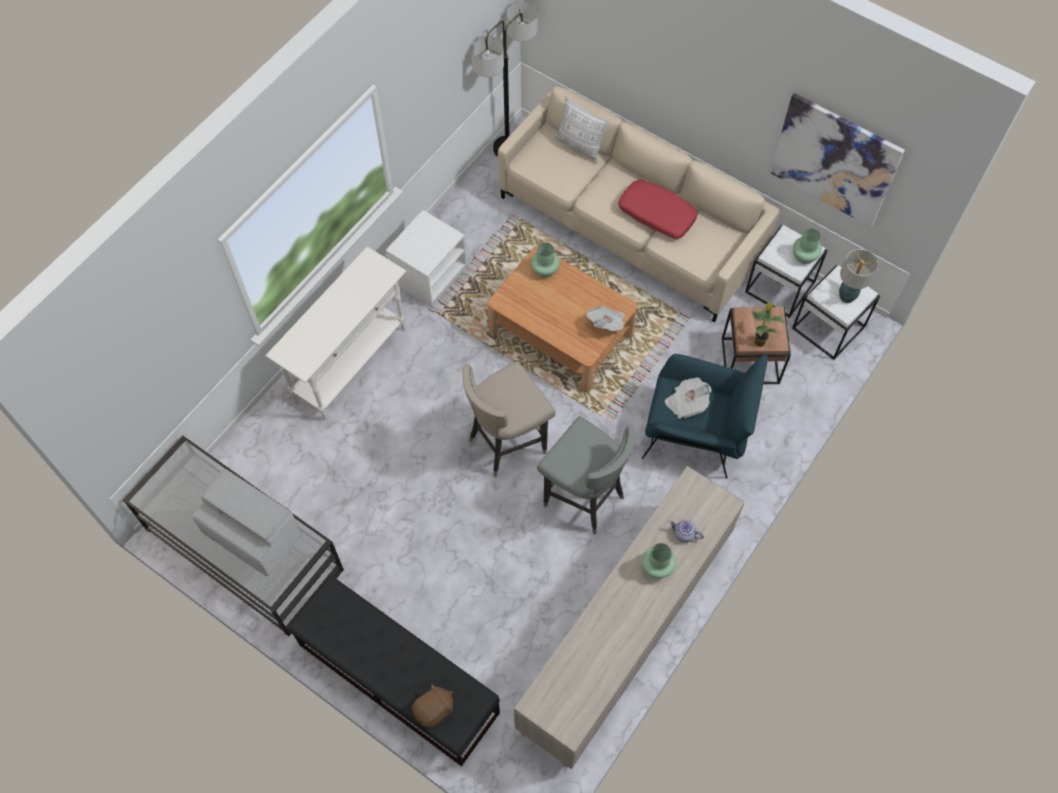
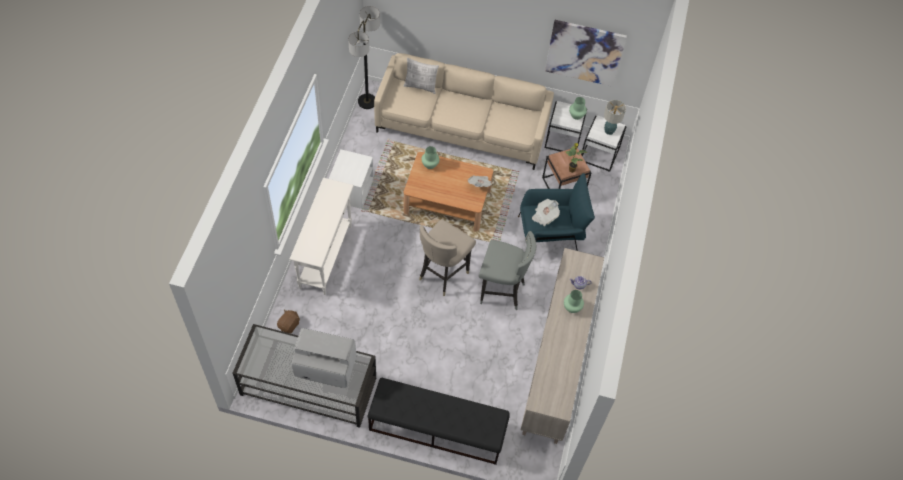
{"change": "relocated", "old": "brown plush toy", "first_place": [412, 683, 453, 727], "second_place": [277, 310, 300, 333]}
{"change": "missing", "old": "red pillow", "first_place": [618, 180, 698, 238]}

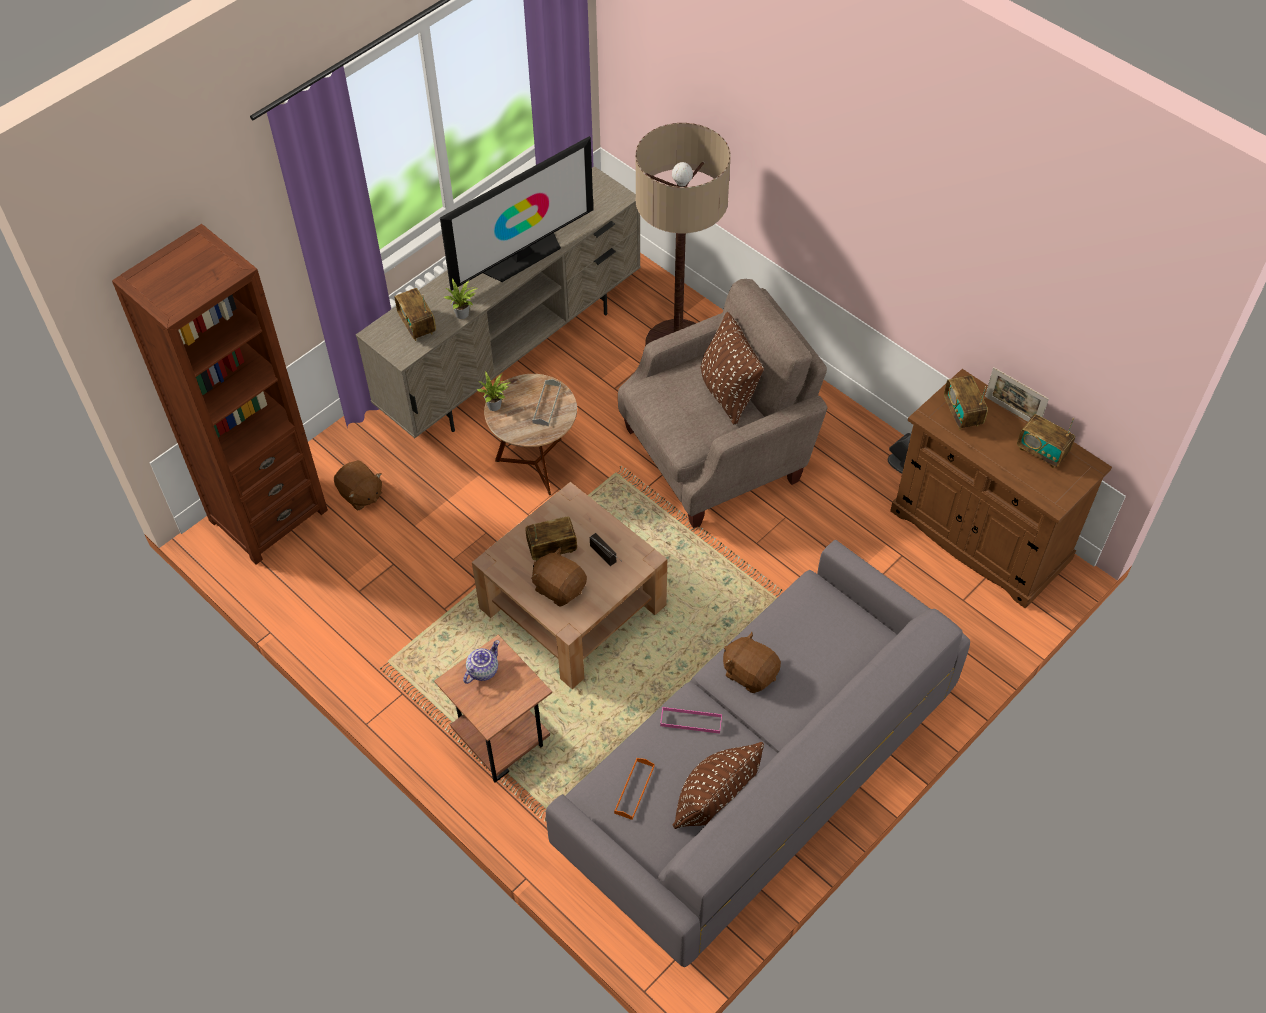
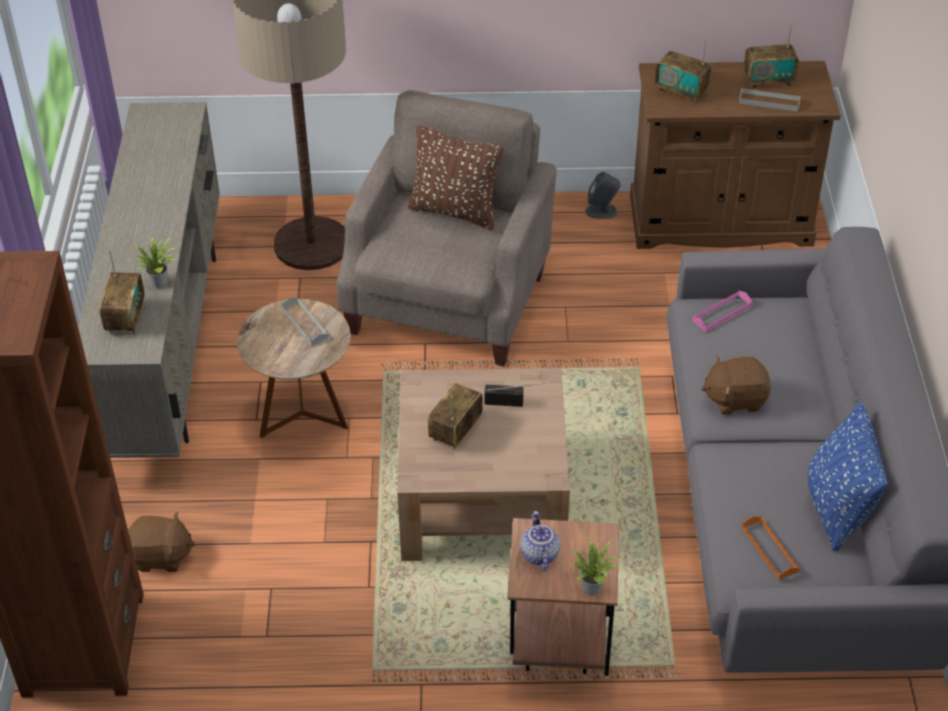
{"change": "spun", "old": "radio", "first_place": [394, 288, 436, 341], "second_place": [99, 251, 145, 335], "degrees": -105}
{"change": "missing", "old": "television", "first_place": [440, 136, 593, 291]}
{"change": "relocated", "old": "potted plant", "first_place": [477, 370, 511, 411], "second_place": [570, 538, 621, 596]}
{"change": "missing", "old": "brown plush toy", "first_place": [531, 547, 587, 607]}
{"change": "relocated", "old": "pink tray", "first_place": [660, 707, 722, 734], "second_place": [692, 291, 752, 332]}
{"change": "colour", "old": "brown pillow", "new": "blue pillow", "first_place": [673, 742, 764, 829], "second_place": [808, 402, 887, 551]}
{"change": "missing", "old": "picture frame", "first_place": [985, 367, 1049, 422]}
{"change": "appeared", "new": "grey tray", "second_place": [739, 88, 800, 112]}

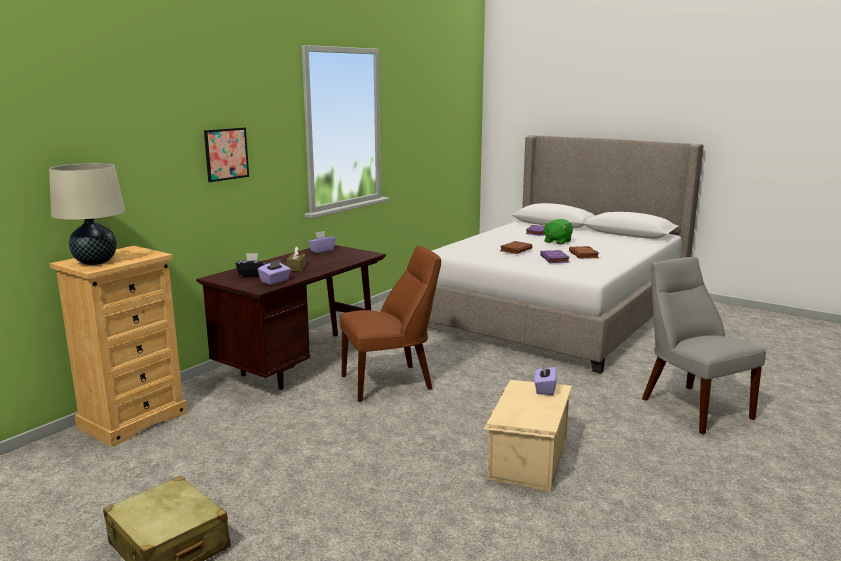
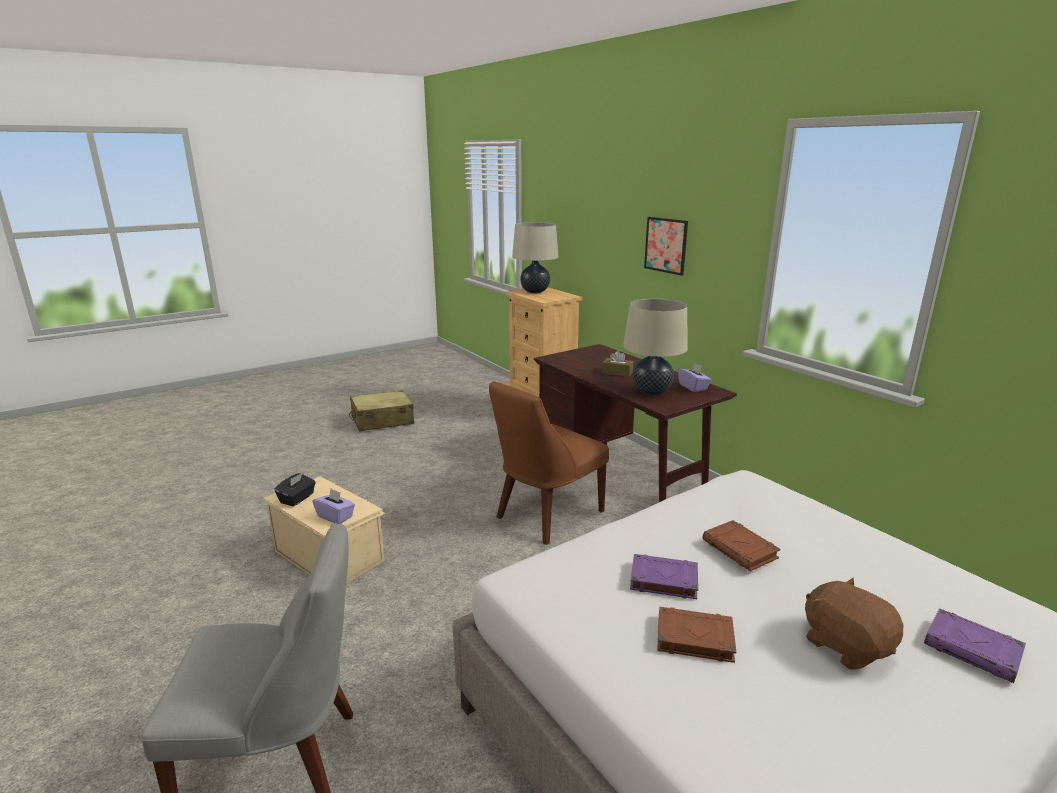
{"change": "relocated", "old": "black tissue box", "first_place": [235, 253, 268, 277], "second_place": [274, 472, 316, 507]}
{"change": "missing", "old": "purple tissue box", "first_place": [258, 259, 291, 285]}
{"change": "spun", "old": "brown chair", "first_place": [340, 246, 441, 402], "second_place": [489, 381, 609, 545], "degrees": 45}
{"change": "colour", "old": "green plush toy", "new": "brown plush toy", "first_place": [543, 219, 573, 245], "second_place": [805, 578, 903, 669]}
{"change": "appeared", "new": "beige table lamp", "second_place": [623, 298, 688, 395]}

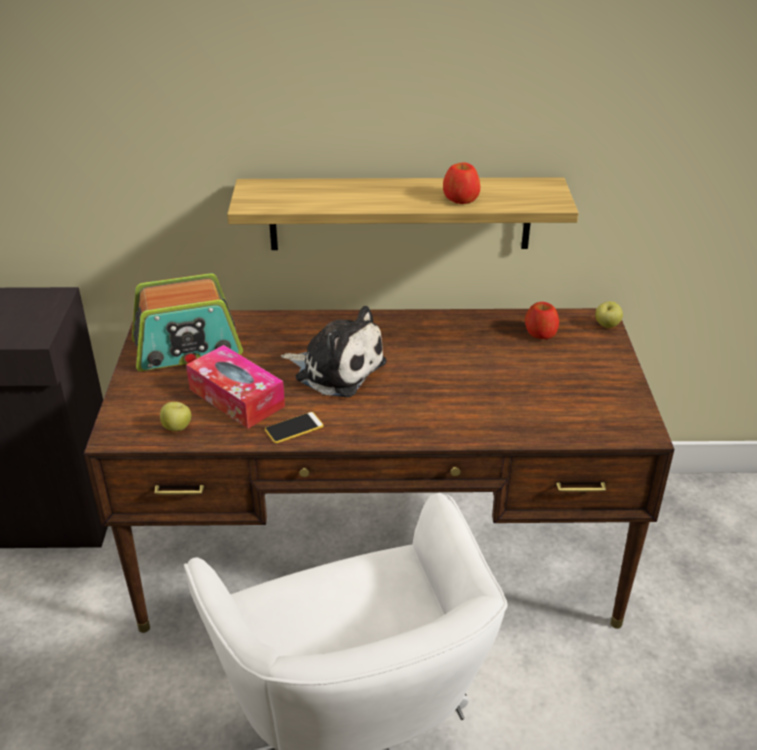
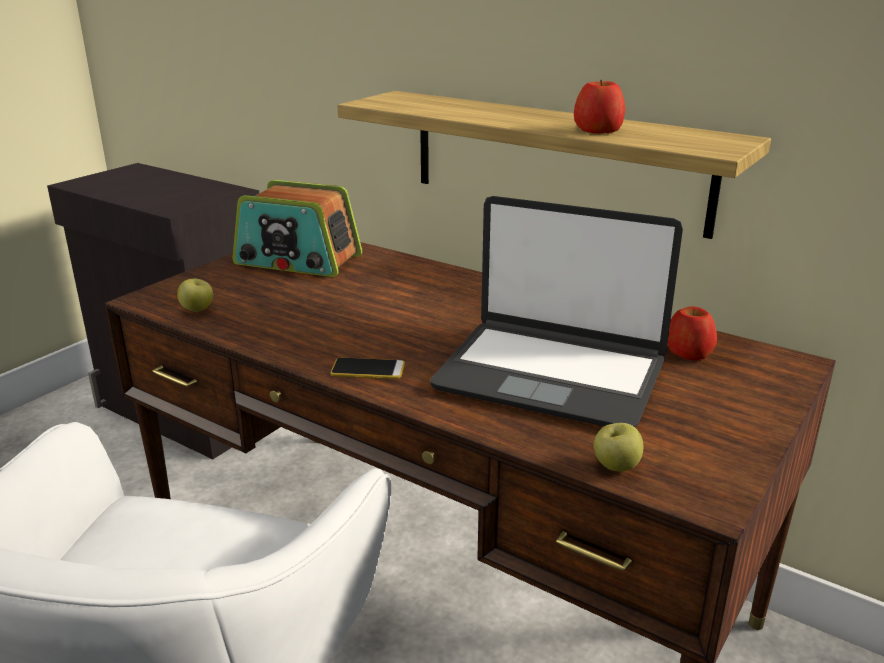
{"change": "missing", "old": "tissue box", "first_place": [186, 345, 285, 429]}
{"change": "relocated", "old": "phone", "first_place": [265, 412, 324, 444], "second_place": [330, 358, 405, 379]}
{"change": "missing", "old": "plush toy", "first_place": [281, 306, 386, 397]}
{"change": "relocated", "old": "apple", "first_place": [595, 301, 623, 328], "second_place": [593, 423, 644, 471]}
{"change": "appeared", "new": "laptop", "second_place": [430, 196, 683, 428]}

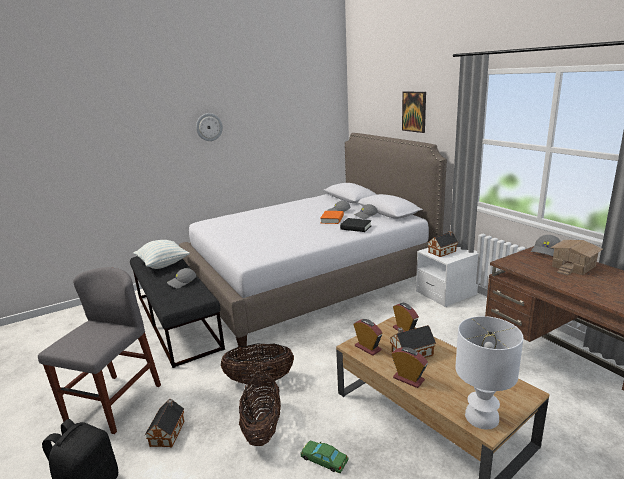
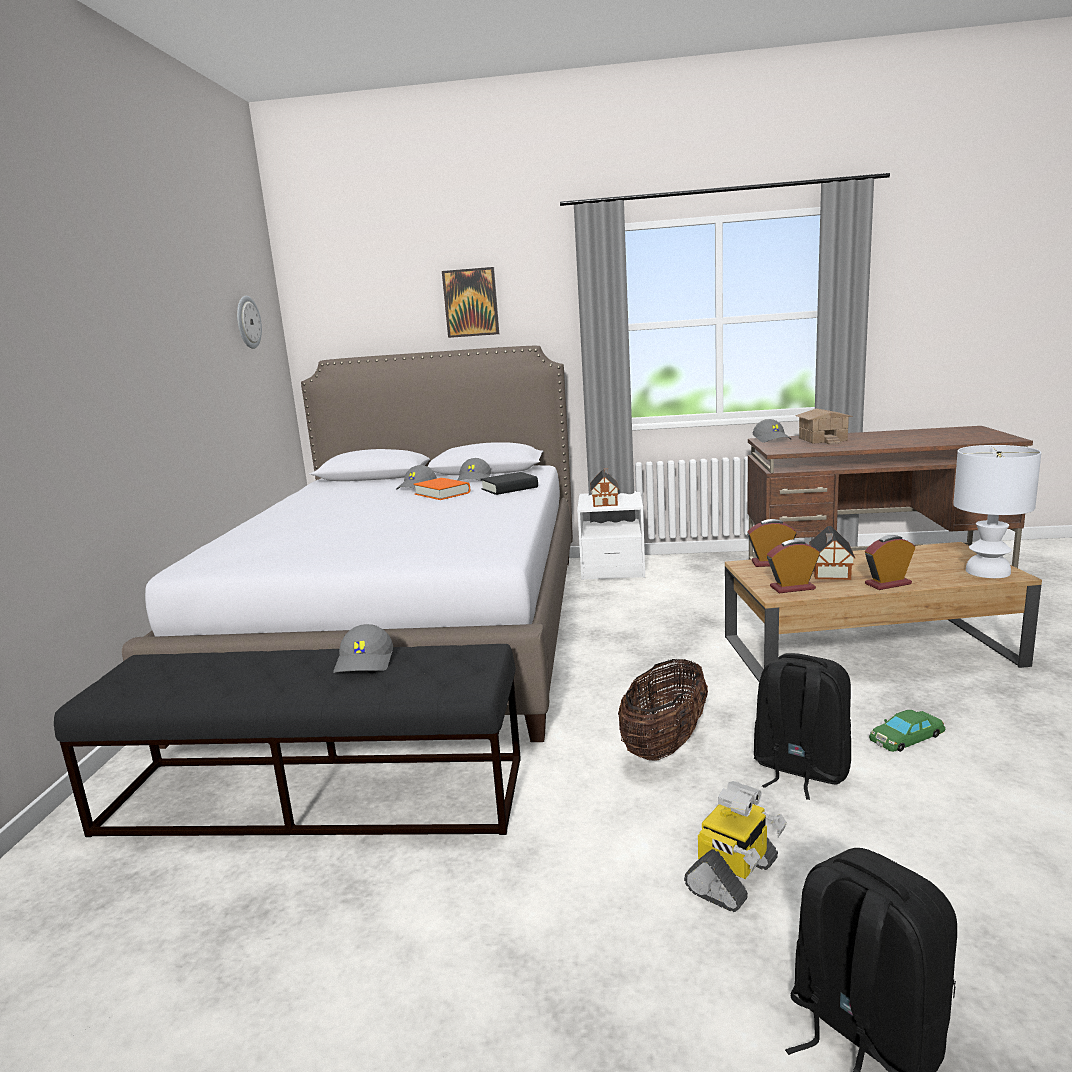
{"change": "missing", "old": "grey chair", "first_place": [38, 267, 161, 434]}
{"change": "missing", "old": "pillow", "first_place": [134, 240, 190, 269]}
{"change": "exchanged", "old": "toy house", "new": "toy robot", "first_place": [144, 399, 184, 448], "second_place": [684, 781, 787, 912]}
{"change": "relocated", "old": "wall clock", "first_place": [196, 113, 223, 141], "second_place": [237, 296, 262, 349]}
{"change": "exchanged", "old": "basket", "new": "black backpack", "first_place": [239, 373, 281, 446], "second_place": [754, 653, 851, 800]}

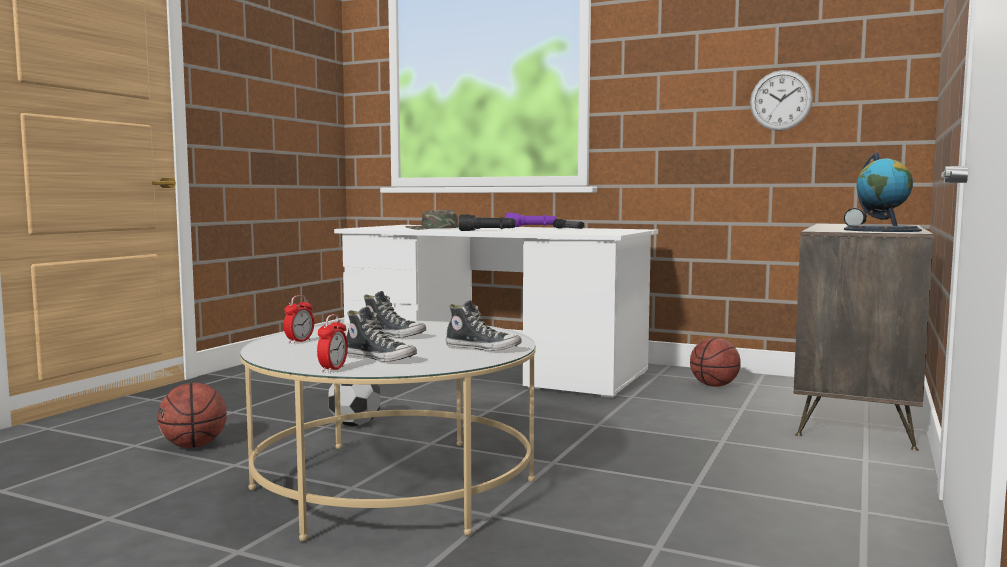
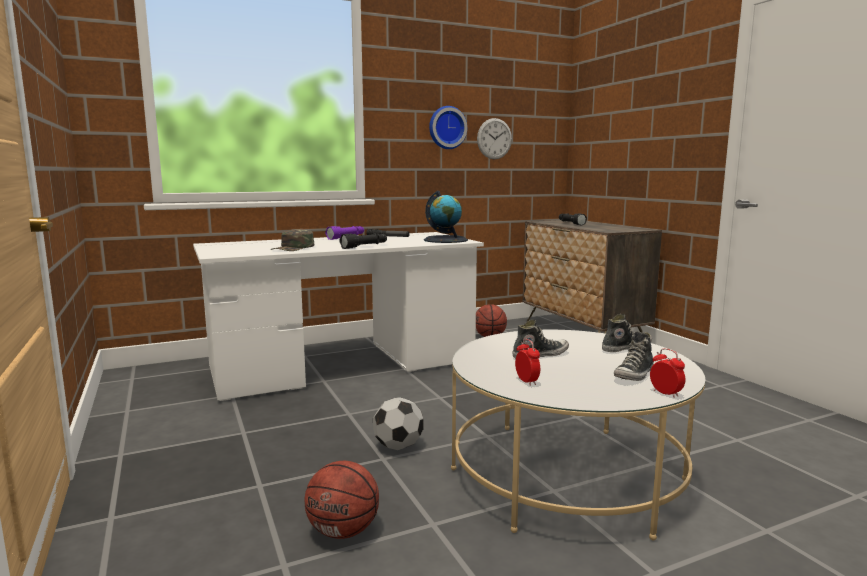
{"change": "spun", "old": "shoe", "first_place": [346, 307, 417, 362], "second_place": [614, 331, 654, 381], "degrees": 150}
{"change": "relocated", "old": "globe", "first_place": [844, 153, 922, 232], "second_place": [424, 191, 468, 243]}
{"change": "appeared", "new": "wall clock", "second_place": [429, 106, 467, 149]}

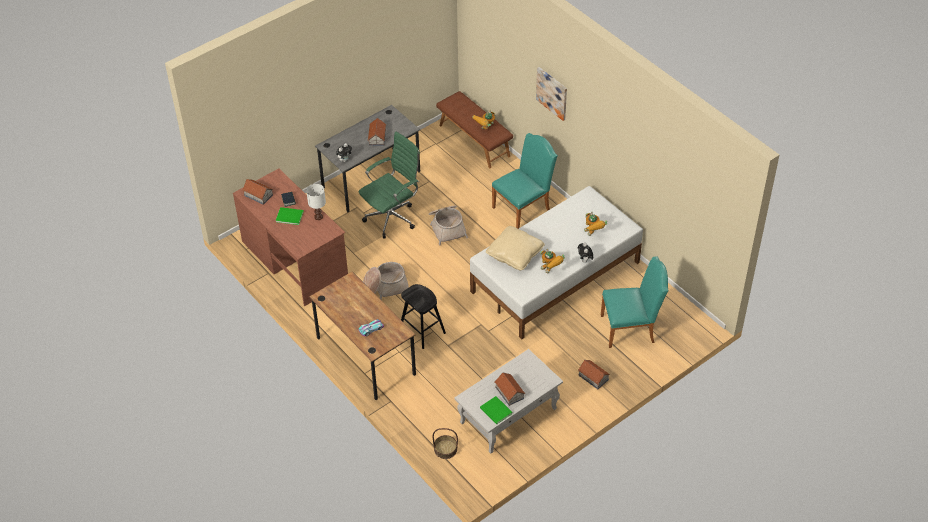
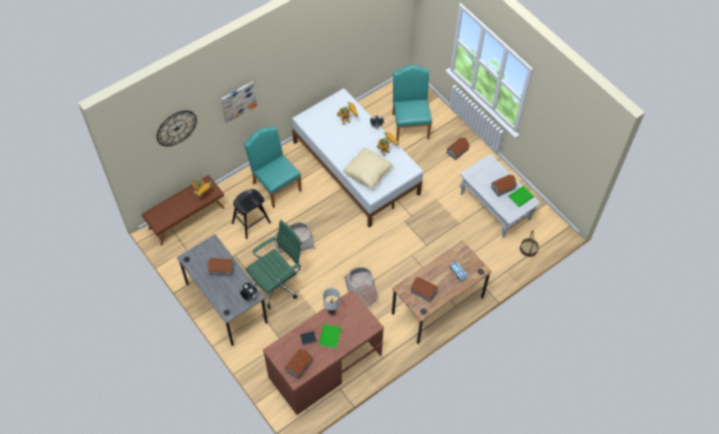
{"change": "spun", "old": "green office chair", "first_place": [359, 132, 420, 239], "second_place": [246, 220, 302, 308], "degrees": 90}
{"change": "relocated", "old": "black stool", "first_place": [401, 284, 446, 349], "second_place": [232, 189, 271, 239]}
{"change": "appeared", "new": "wall clock", "second_place": [157, 111, 197, 146]}
{"change": "appeared", "new": "toy house", "second_place": [410, 277, 439, 302]}

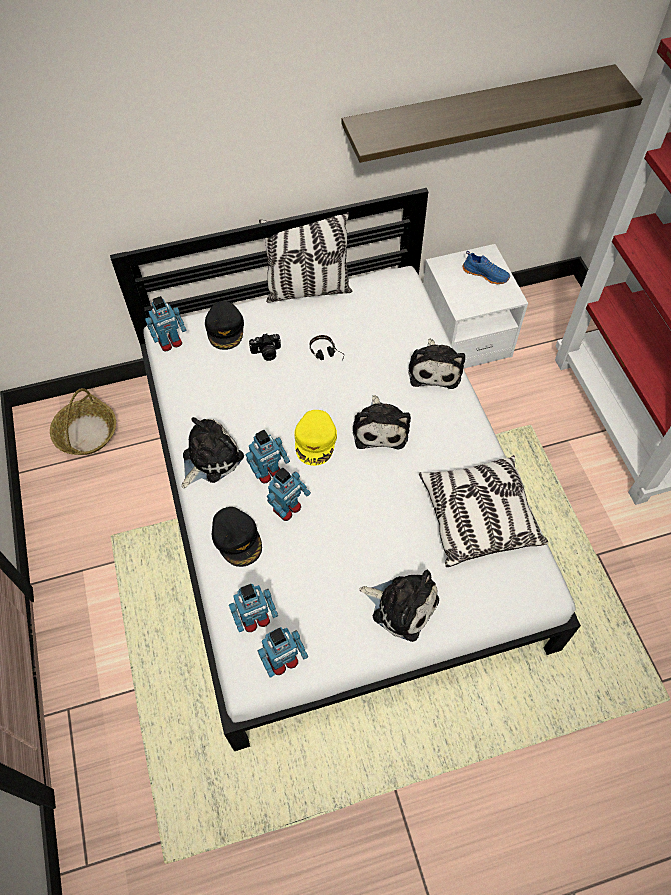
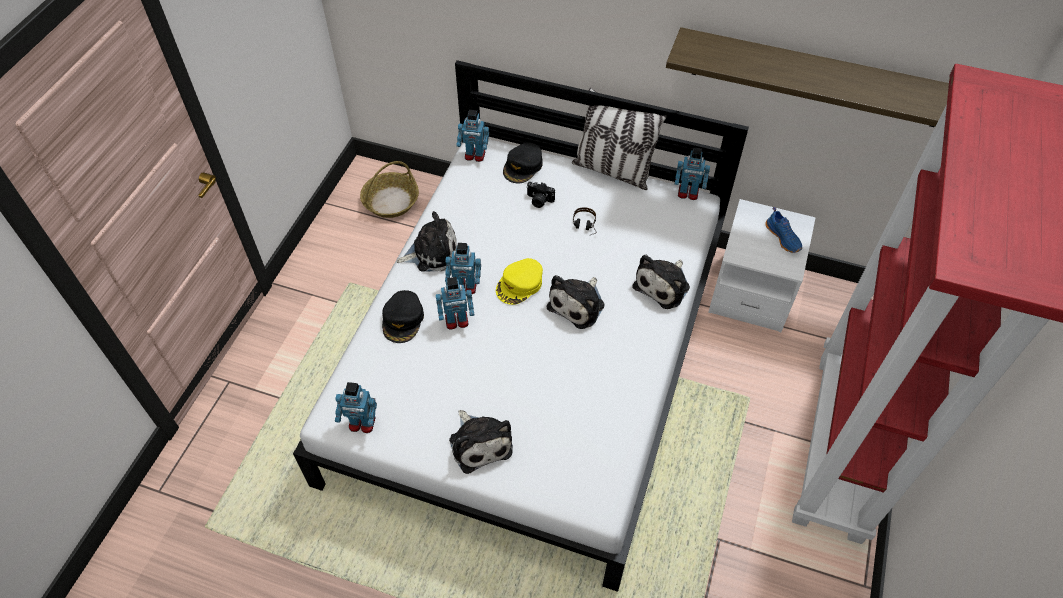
{"change": "relocated", "old": "toy robot", "first_place": [229, 584, 278, 632], "second_place": [675, 148, 710, 200]}
{"change": "missing", "old": "pillow", "first_place": [419, 455, 548, 567]}

